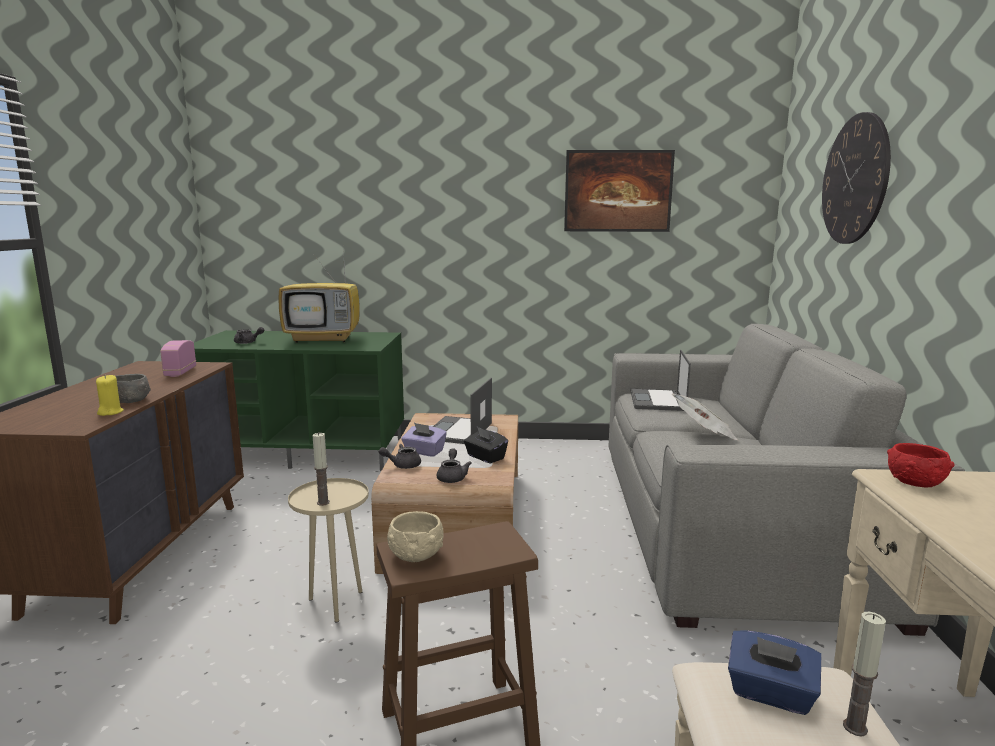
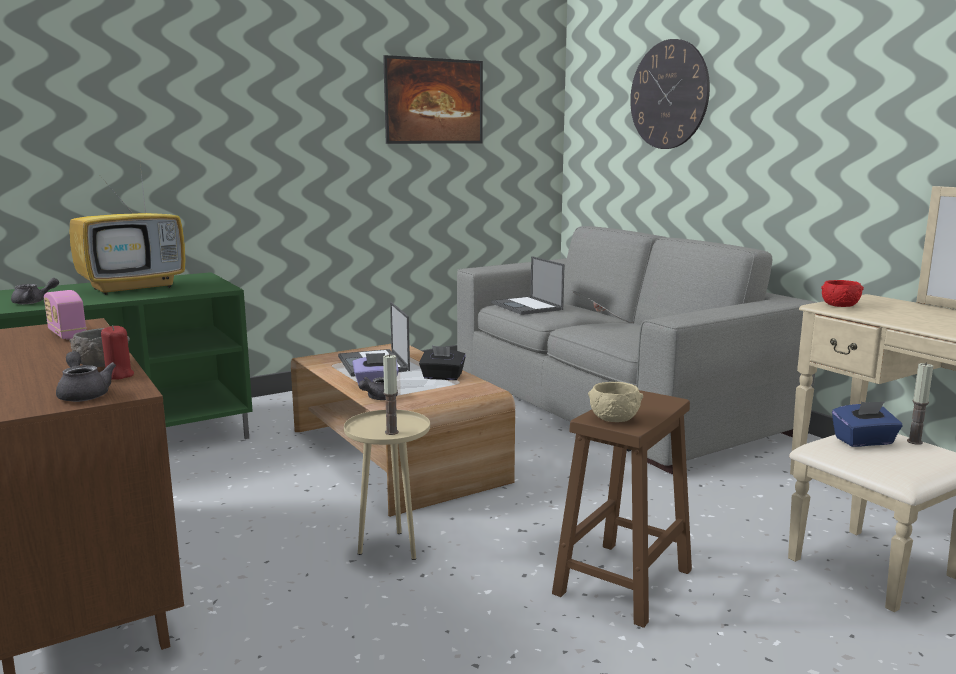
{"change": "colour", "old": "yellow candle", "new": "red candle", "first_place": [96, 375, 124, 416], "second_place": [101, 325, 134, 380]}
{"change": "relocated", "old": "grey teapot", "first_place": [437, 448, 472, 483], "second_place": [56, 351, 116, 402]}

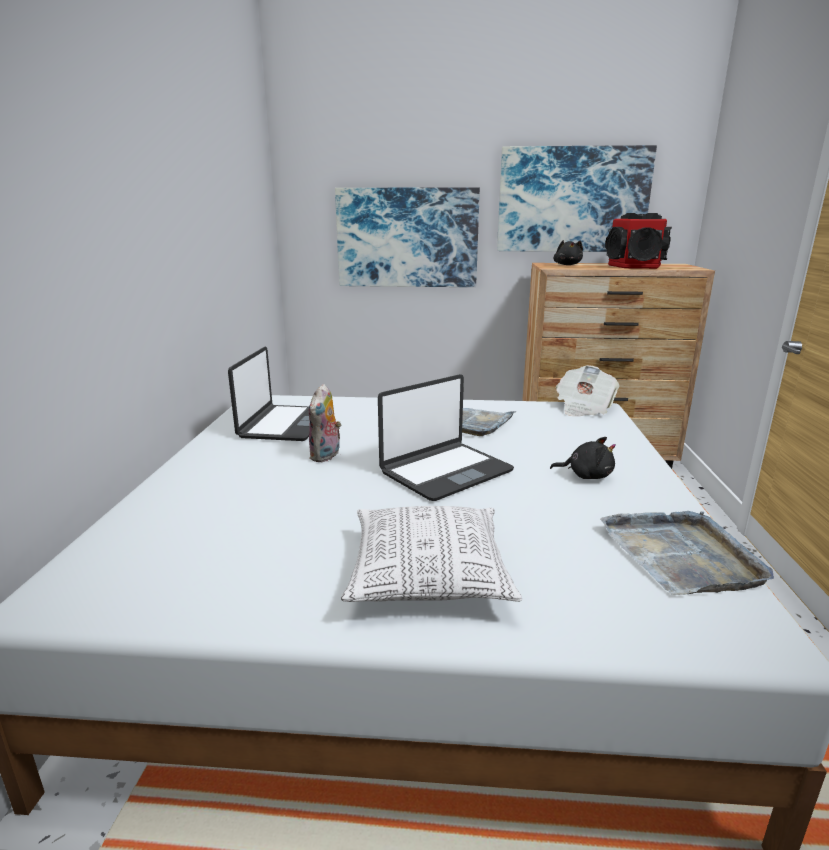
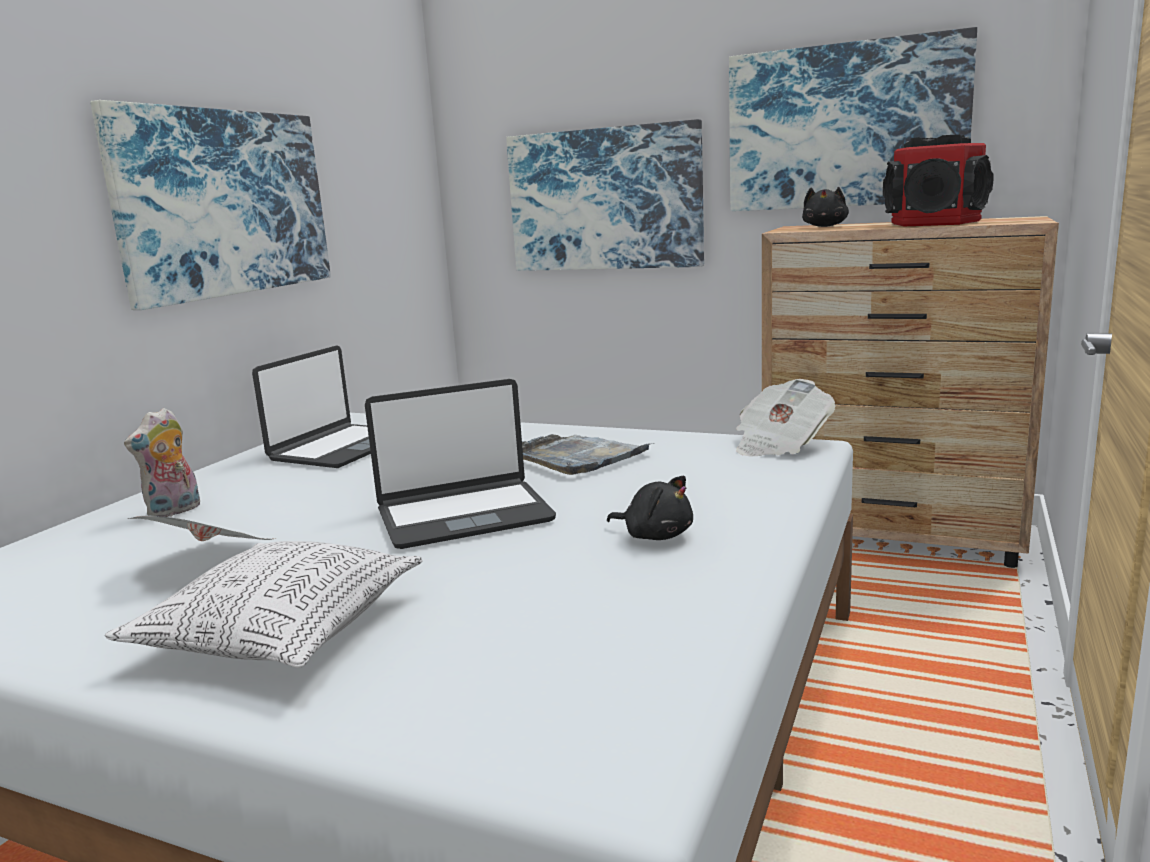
{"change": "relocated", "old": "plush toy", "first_place": [309, 384, 341, 462], "second_place": [124, 408, 200, 517]}
{"change": "missing", "old": "grey tray", "first_place": [600, 511, 774, 595]}
{"change": "appeared", "new": "picture", "second_place": [90, 100, 331, 310]}
{"change": "appeared", "new": "newspaper", "second_place": [128, 516, 276, 541]}

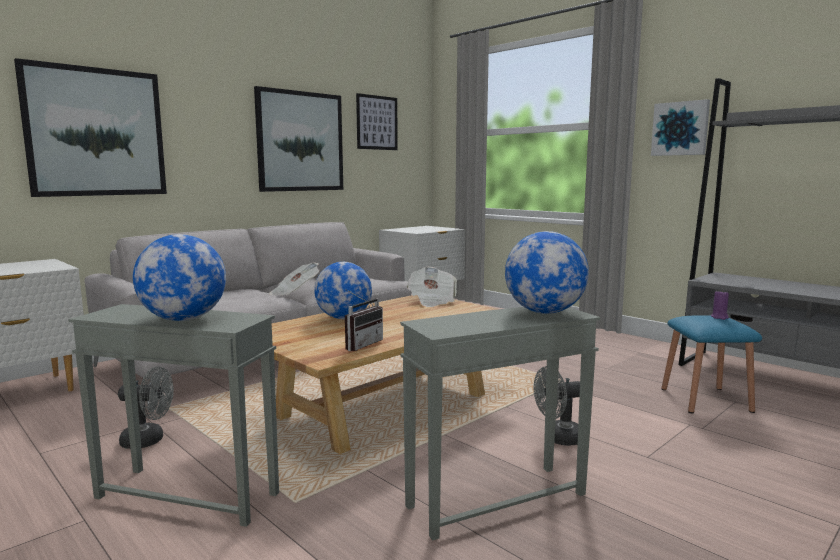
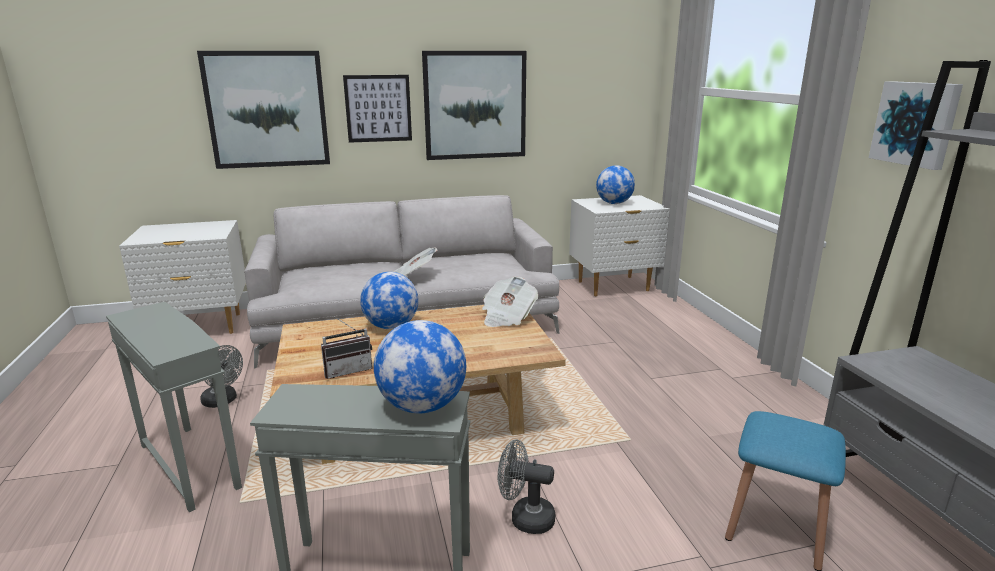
{"change": "relocated", "old": "globe", "first_place": [133, 234, 226, 321], "second_place": [596, 165, 635, 204]}
{"change": "relocated", "old": "picture", "first_place": [356, 93, 398, 150], "second_place": [343, 75, 412, 143]}
{"change": "missing", "old": "purple candle", "first_place": [711, 290, 729, 320]}

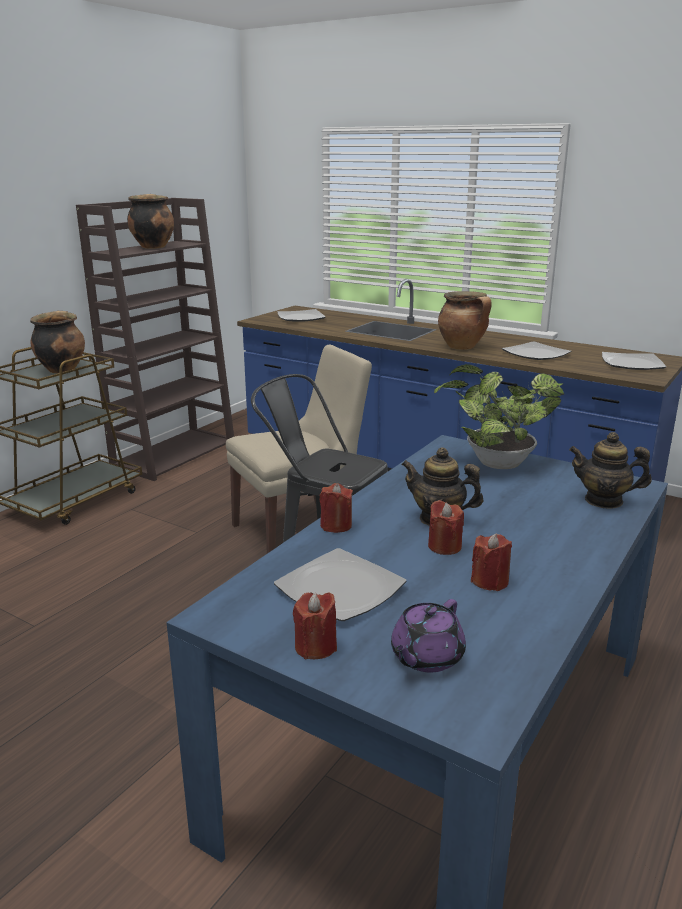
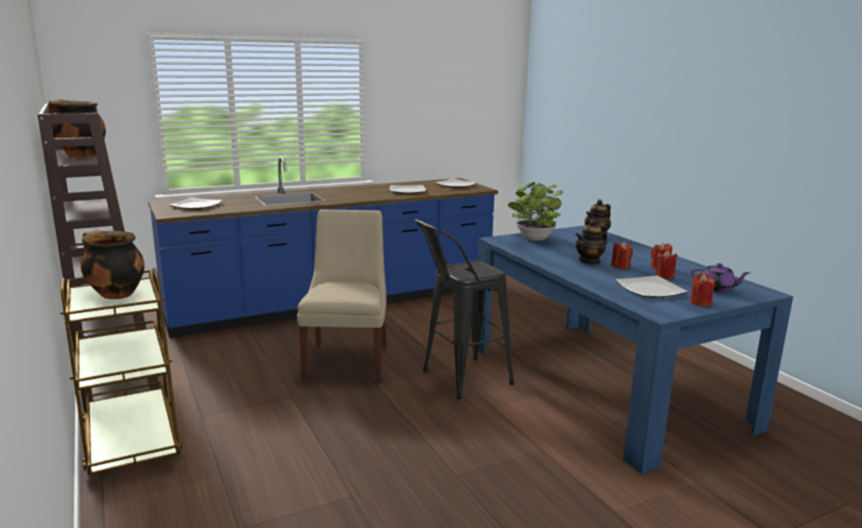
{"change": "relocated", "old": "red candle", "first_place": [320, 483, 353, 533], "second_place": [655, 250, 677, 279]}
{"change": "spun", "old": "purple teapot", "first_place": [391, 599, 466, 672], "second_place": [691, 263, 750, 293], "degrees": -45}
{"change": "missing", "old": "cooking pot", "first_place": [438, 291, 492, 350]}

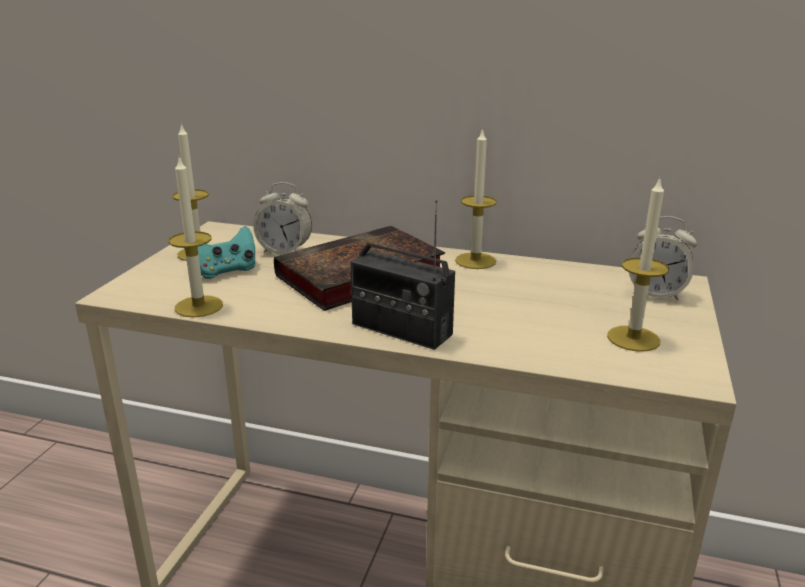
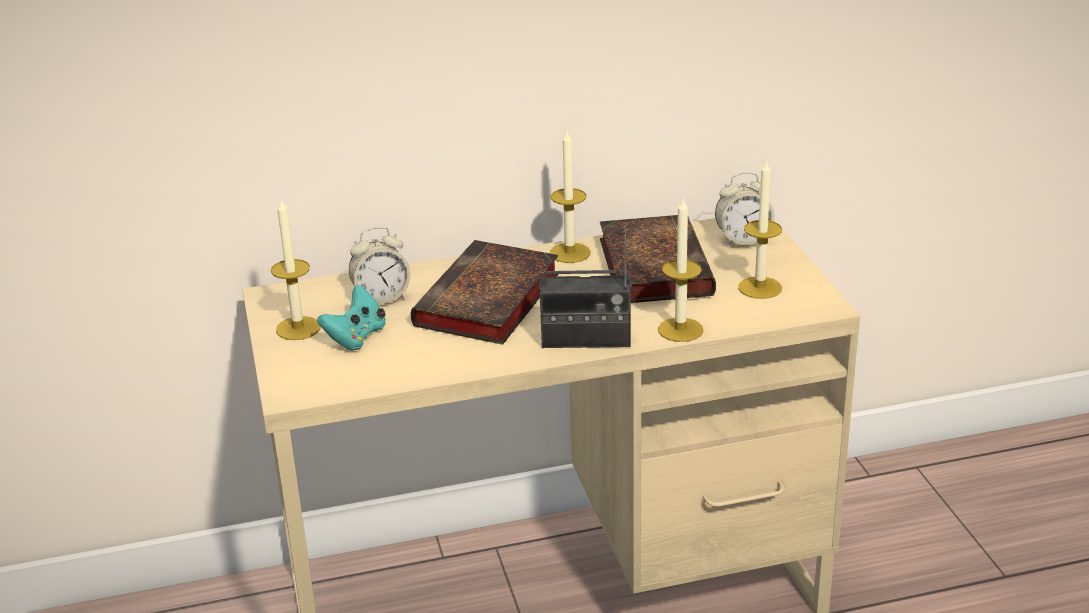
{"change": "relocated", "old": "candle", "first_place": [168, 156, 223, 317], "second_place": [658, 197, 703, 342]}
{"change": "appeared", "new": "book", "second_place": [600, 215, 716, 303]}

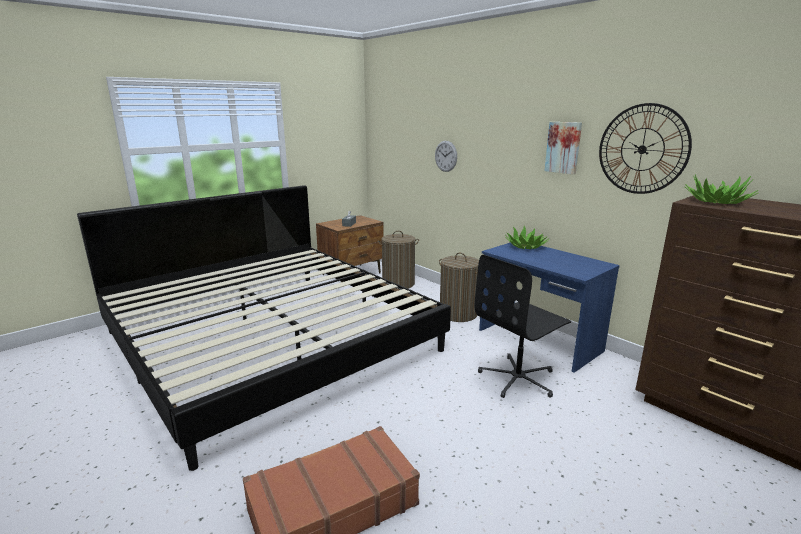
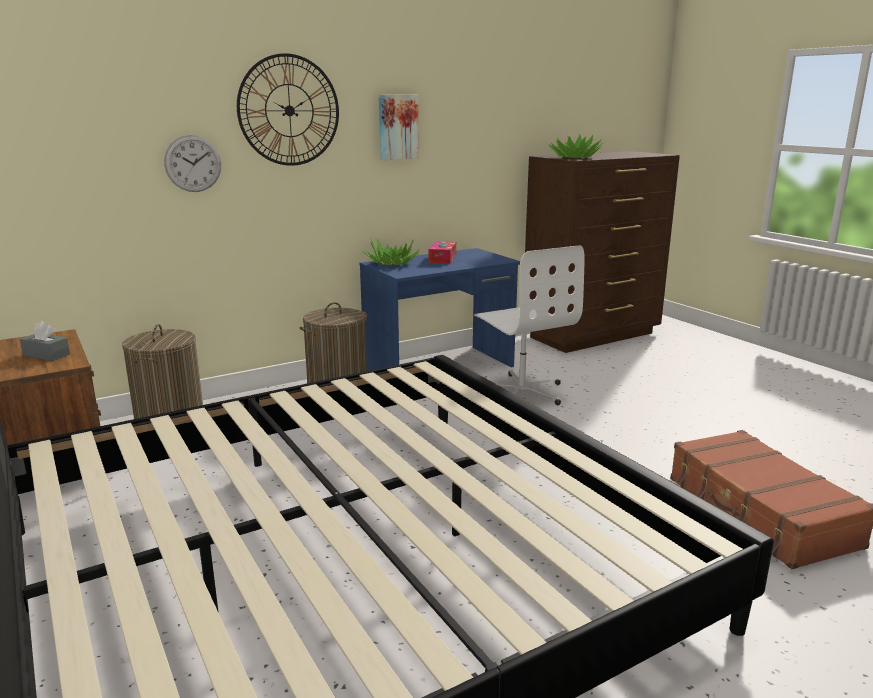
{"change": "colour", "old": "black office chair", "new": "white office chair", "first_place": [474, 254, 571, 398], "second_place": [474, 245, 585, 405]}
{"change": "relocated", "old": "wall clock", "first_place": [599, 103, 692, 194], "second_place": [237, 53, 339, 166]}
{"change": "appeared", "new": "tissue box", "second_place": [428, 241, 456, 264]}

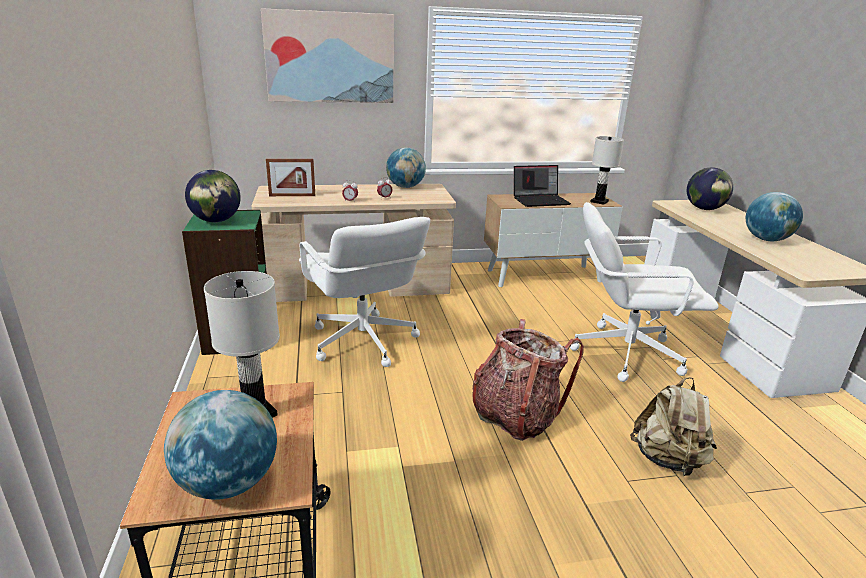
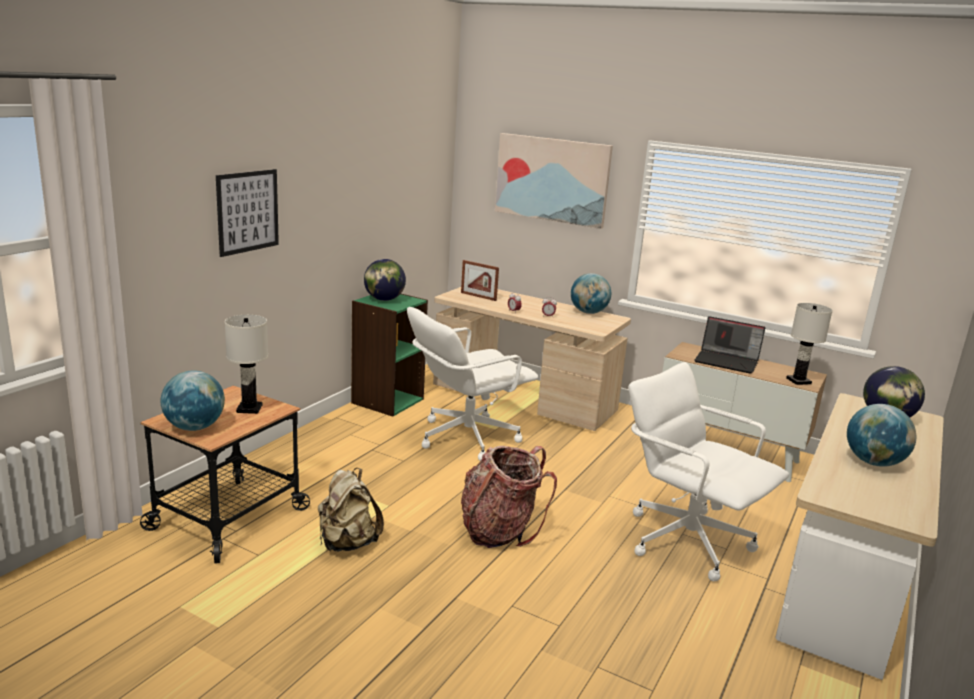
{"change": "spun", "old": "white office chair", "first_place": [299, 217, 430, 367], "second_place": [407, 307, 538, 461], "degrees": 45}
{"change": "relocated", "old": "beige backpack", "first_place": [630, 377, 717, 476], "second_place": [318, 468, 384, 552]}
{"change": "appeared", "new": "picture", "second_place": [216, 169, 279, 257]}

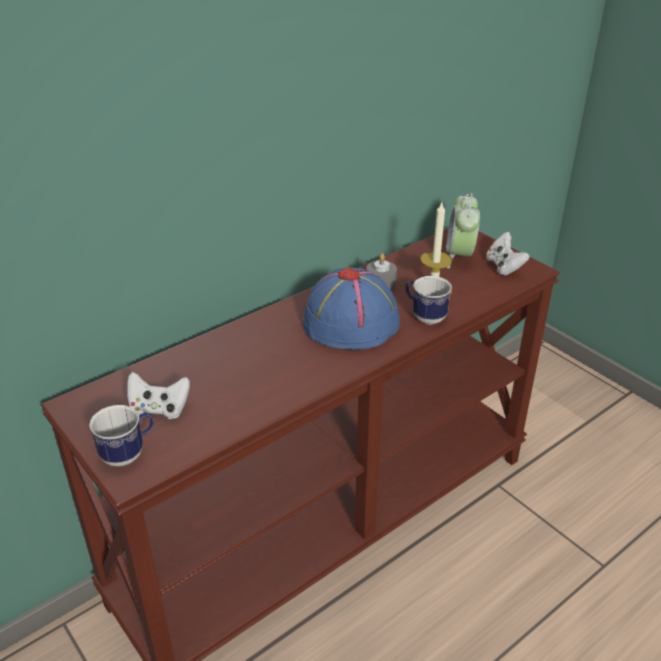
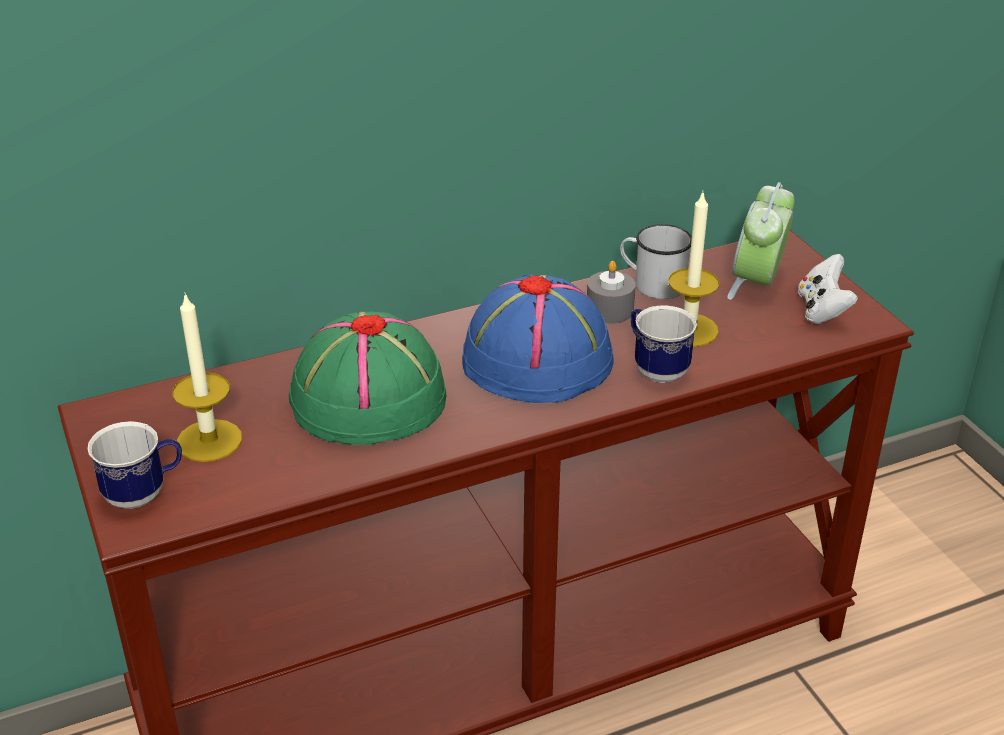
{"change": "exchanged", "old": "white game controller", "new": "candle", "first_place": [127, 372, 190, 419], "second_place": [172, 292, 242, 462]}
{"change": "appeared", "new": "green hat", "second_place": [289, 312, 446, 445]}
{"change": "appeared", "new": "white mug", "second_place": [620, 224, 692, 299]}

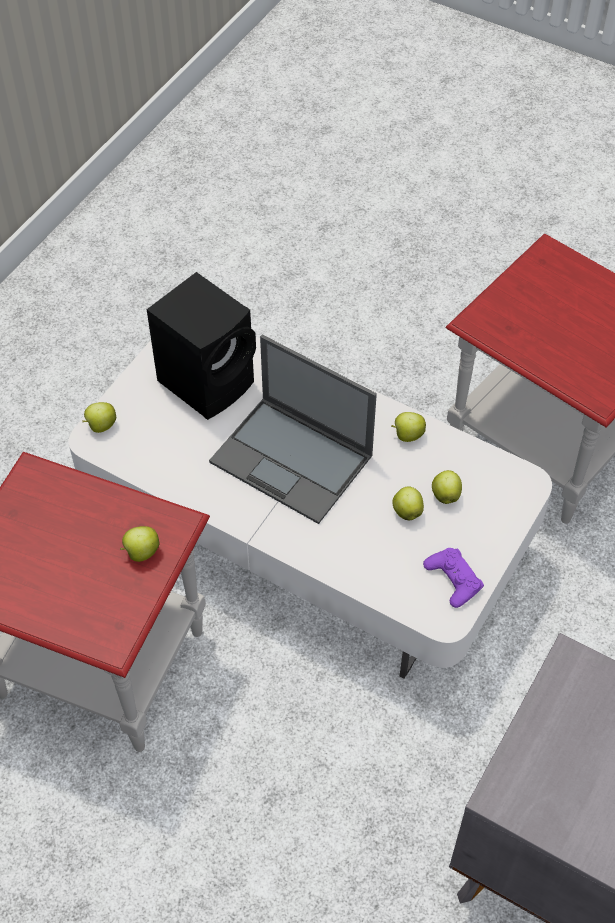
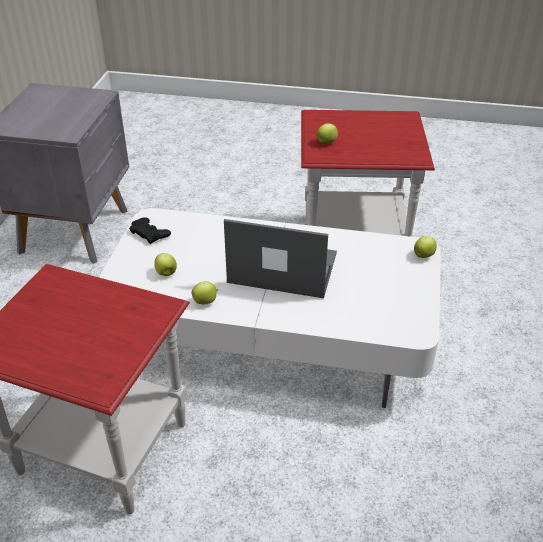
{"change": "missing", "old": "black speaker", "first_place": [147, 272, 256, 420]}
{"change": "missing", "old": "apple", "first_place": [392, 486, 424, 520]}
{"change": "colour", "old": "purple game controller", "new": "black game controller", "first_place": [423, 548, 484, 608], "second_place": [129, 217, 171, 244]}

